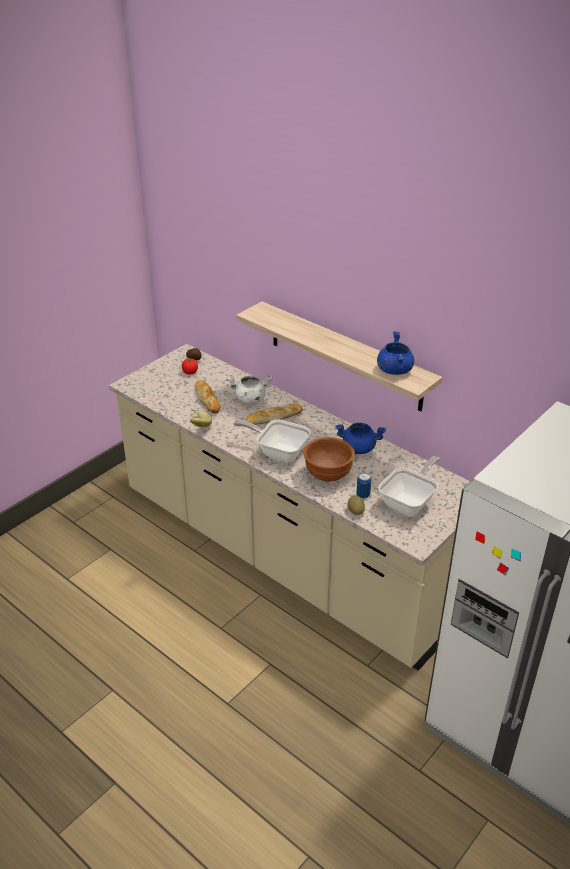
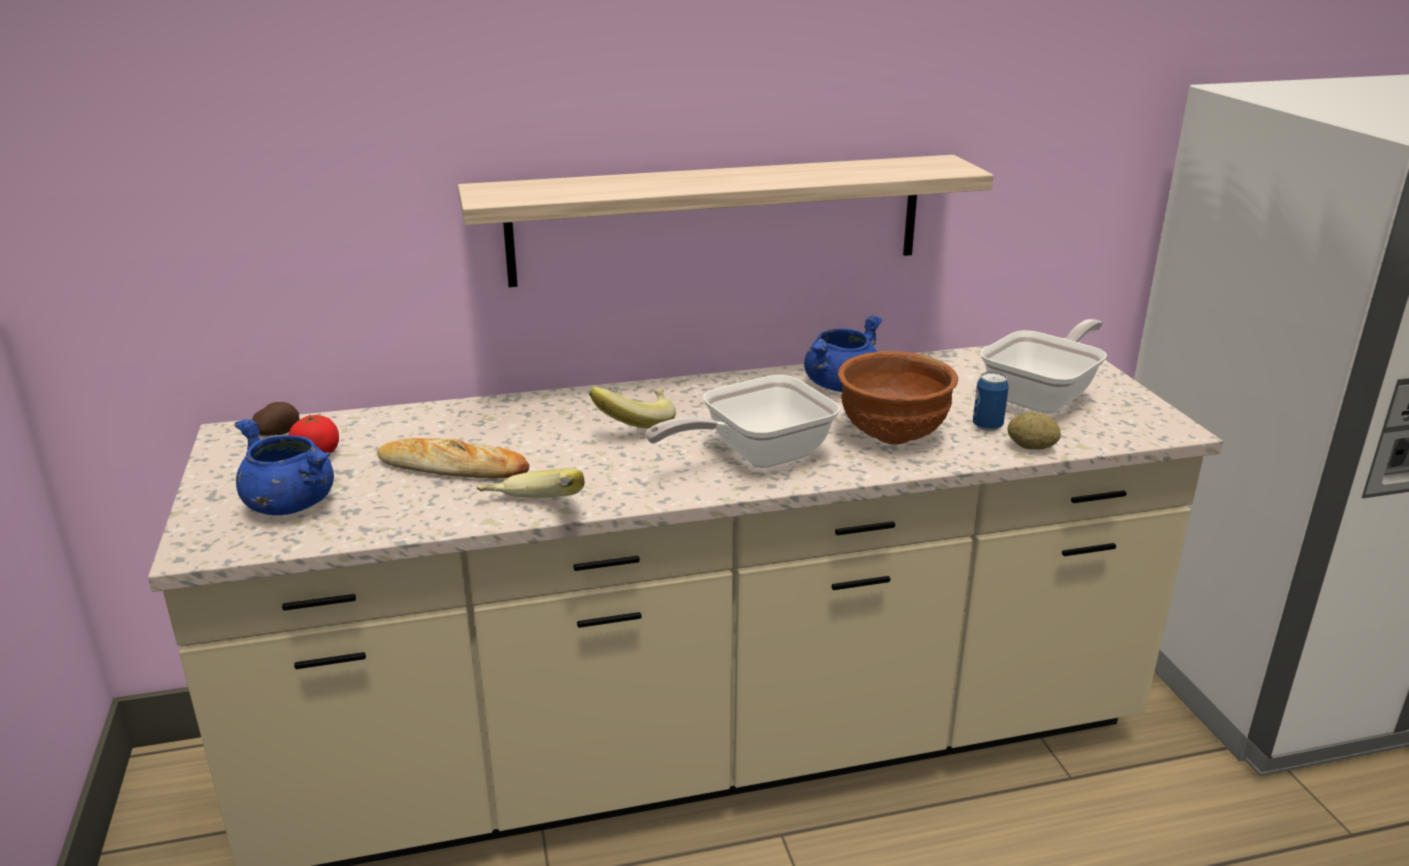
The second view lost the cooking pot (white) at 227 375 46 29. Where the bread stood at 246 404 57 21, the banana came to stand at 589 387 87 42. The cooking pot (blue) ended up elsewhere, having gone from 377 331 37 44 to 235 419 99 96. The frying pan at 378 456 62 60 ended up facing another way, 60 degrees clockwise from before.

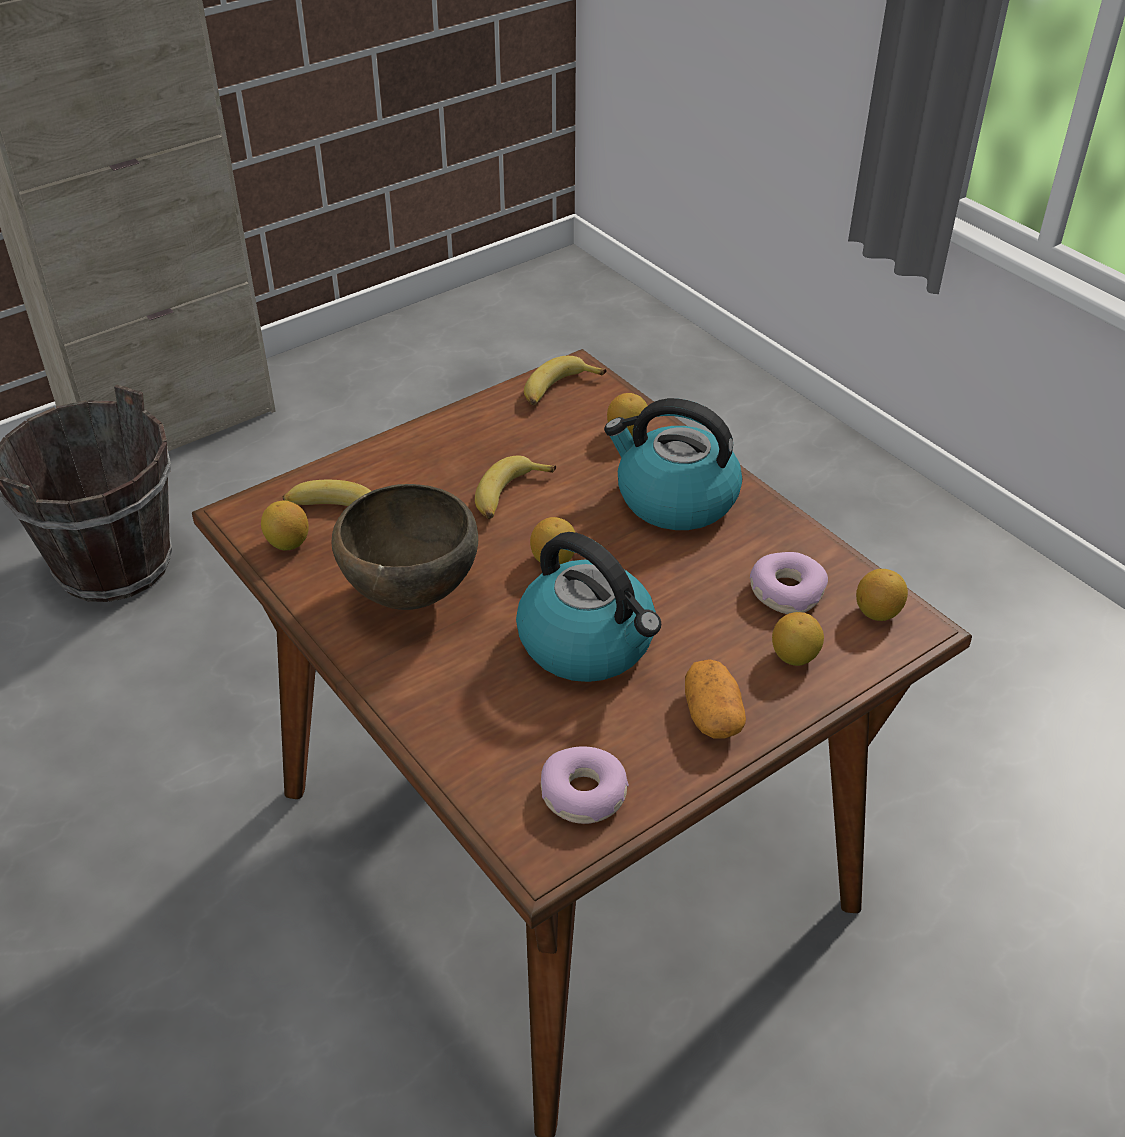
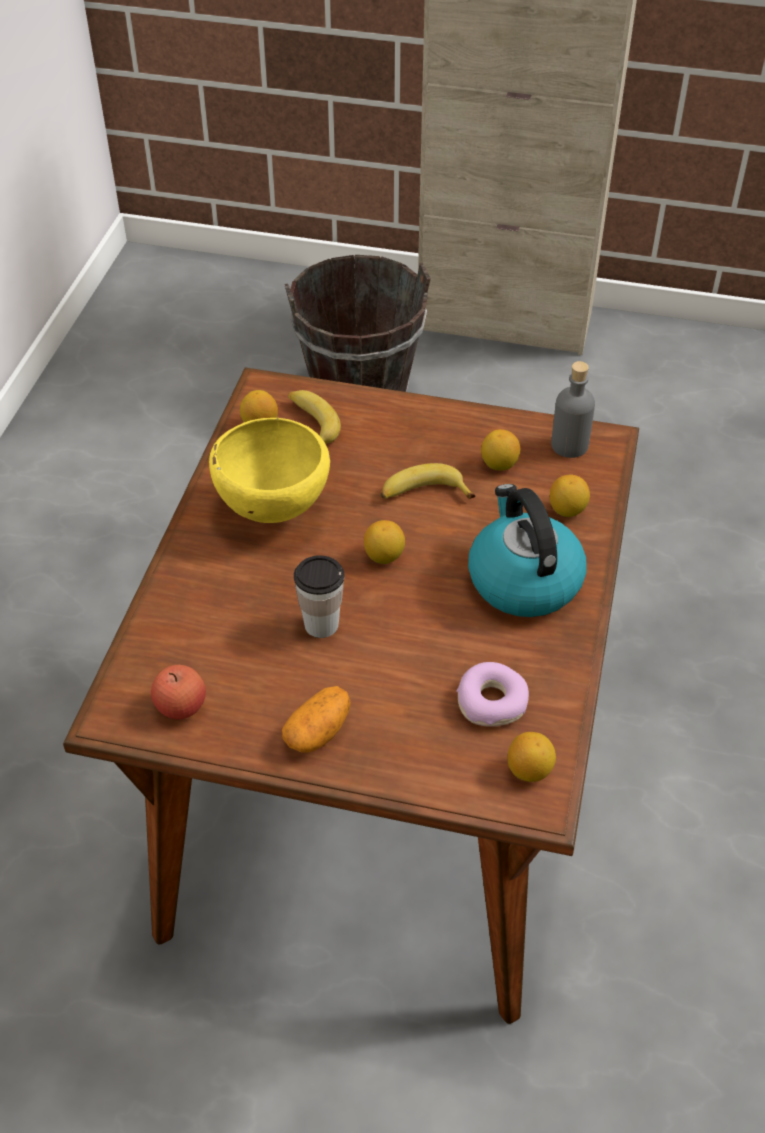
What was the bowl (brown) at 332 484 146 126 turned into the bowl (yellow) at 209 418 121 105. Where the kettle stood at 516 532 145 150, the cup came to stand at 294 555 50 83. Where the banana stood at 524 356 82 49, the bottle (grey) came to stand at 551 361 44 97. Where the donut stood at 541 746 88 78, the apple came to stand at 151 665 55 54. The lemon ended up elsewhere, having gone from 772 612 52 54 to 481 429 40 42.

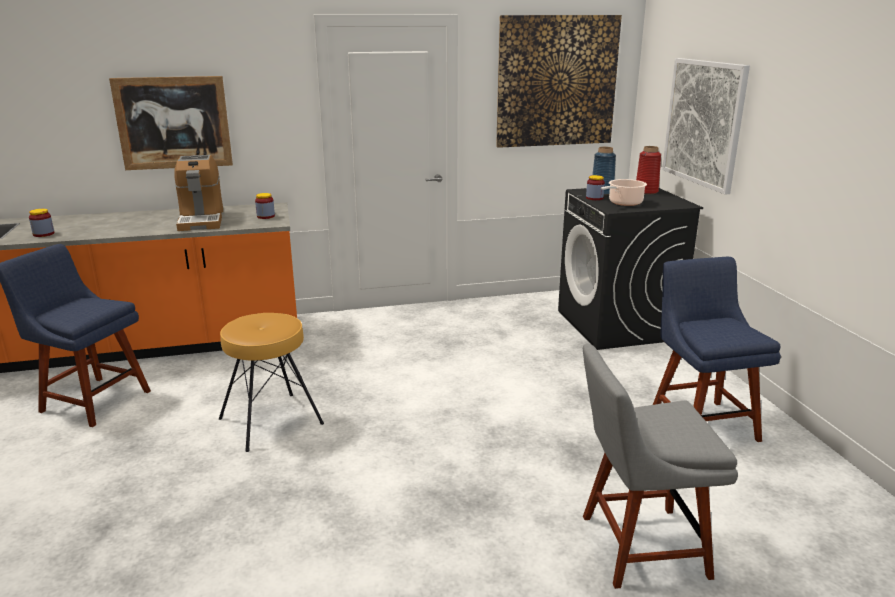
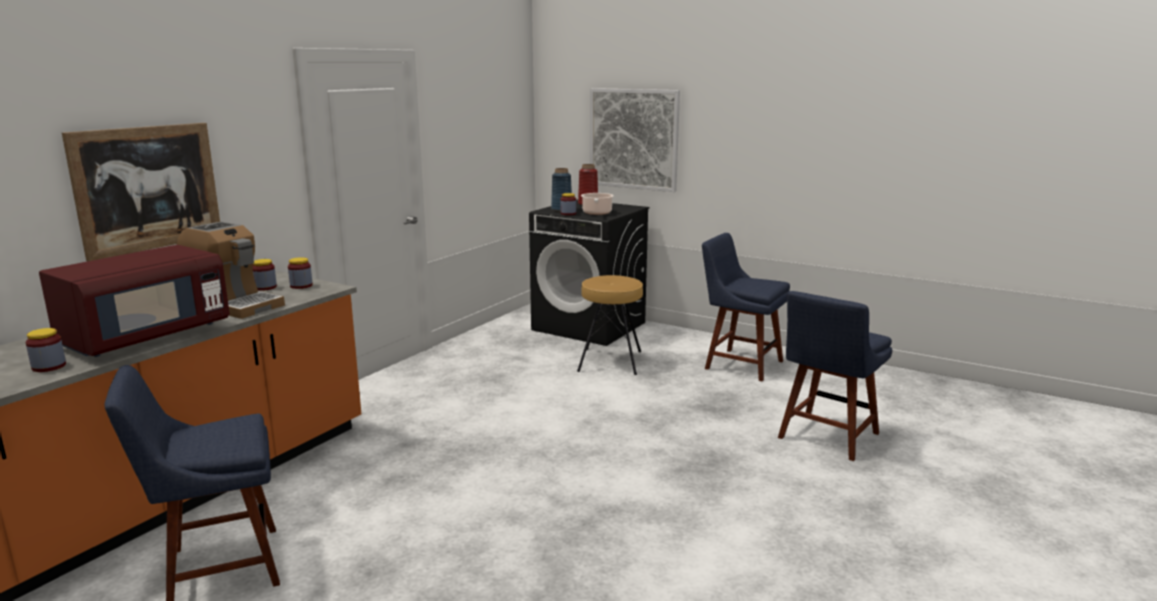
The stool (brown) ended up elsewhere, having gone from 219 313 105 139 to 577 275 66 100. The second view lost the picture at 496 15 126 133. What was the chair (grey) at 583 344 155 245 turned into the chair (blue) at 778 291 114 170. The second view gained the microwave (red) at 39 245 191 112. The second view gained the jar at 253 259 24 32.

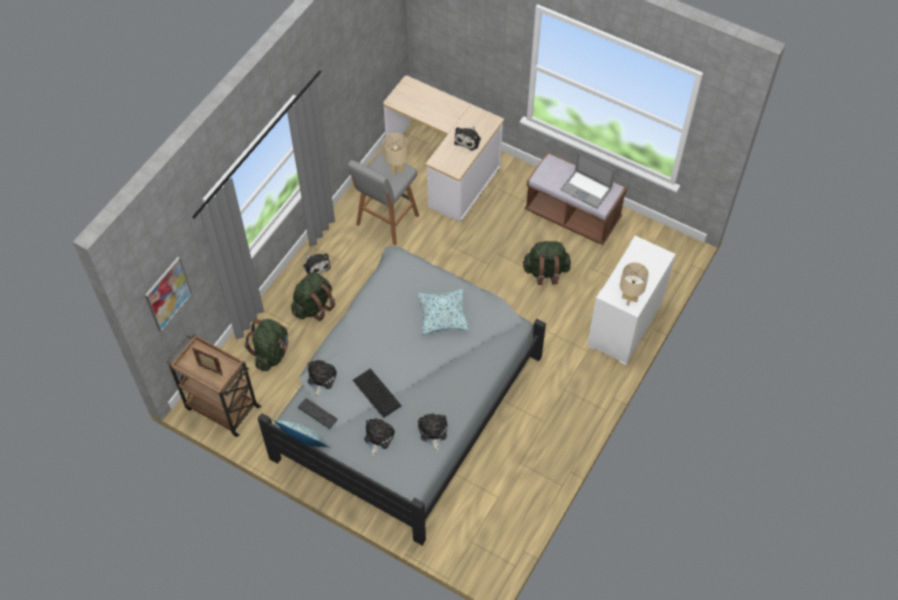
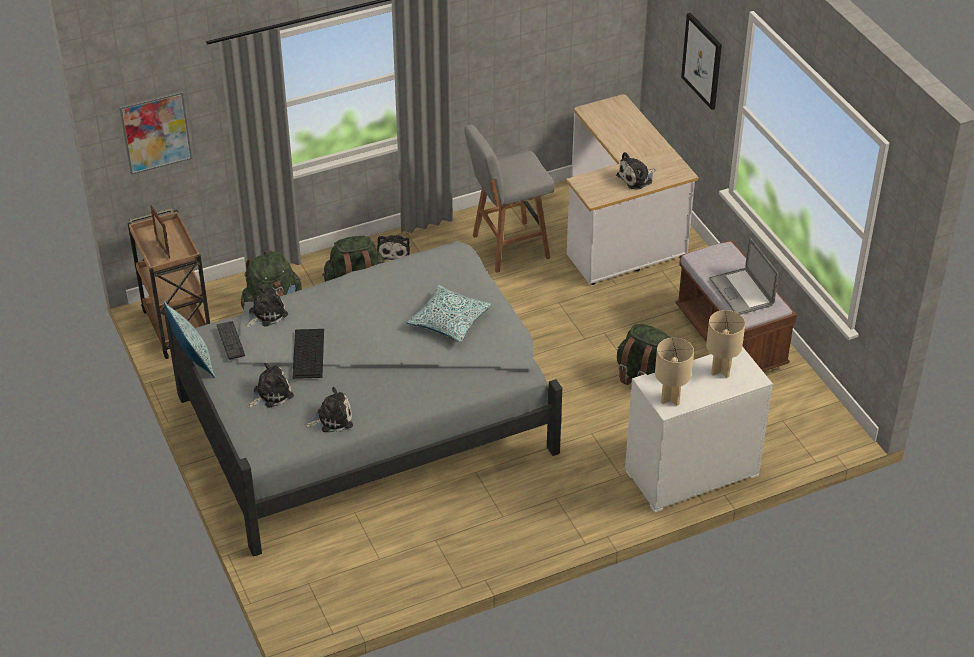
The table lamp (beige) ended up elsewhere, having gone from 383 133 25 43 to 706 310 39 68. The plush toy at 418 413 29 38 ended up facing another way, 45 degrees clockwise from before. The second view gained the picture at 681 13 41 97.

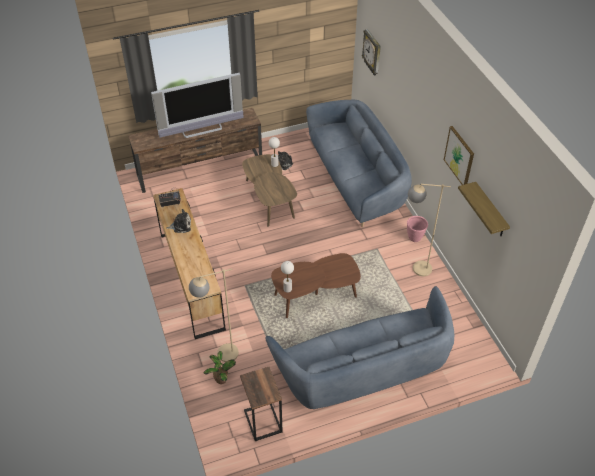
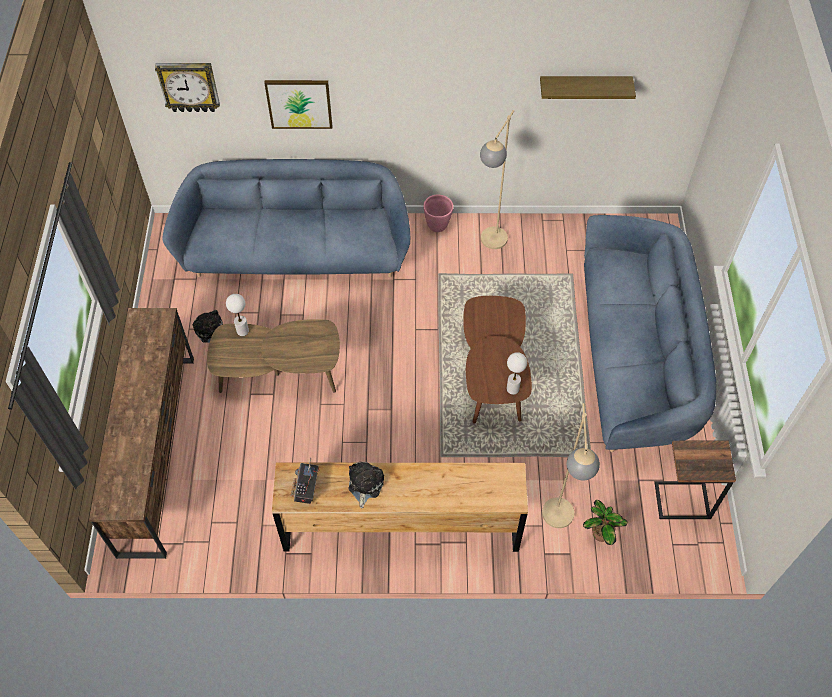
The second view lost the television at 151 73 93 65. The picture ended up elsewhere, having gone from 444 126 30 59 to 265 80 67 49.

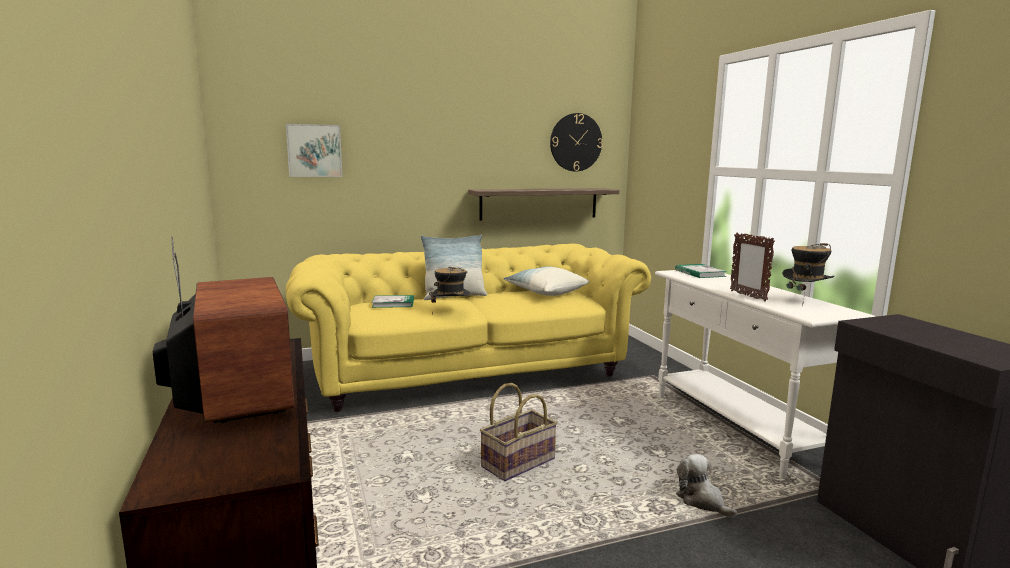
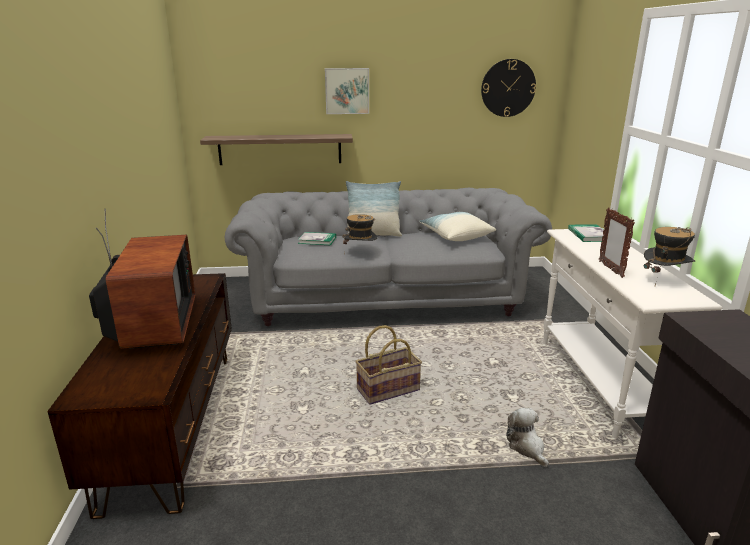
The picture ended up elsewhere, having gone from 286 124 56 53 to 325 68 44 46. What was the sofa (yellow) at 286 244 365 168 turned into the sofa (grey) at 225 188 327 138. The shelf ended up elsewhere, having gone from 468 188 151 33 to 200 134 153 31.

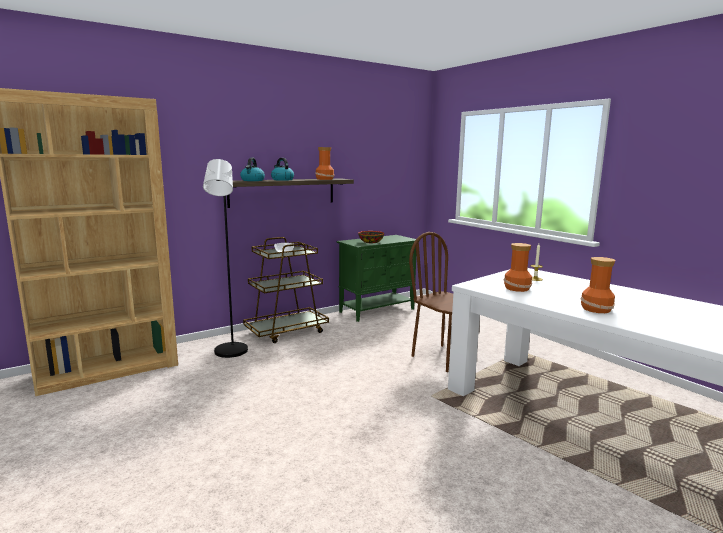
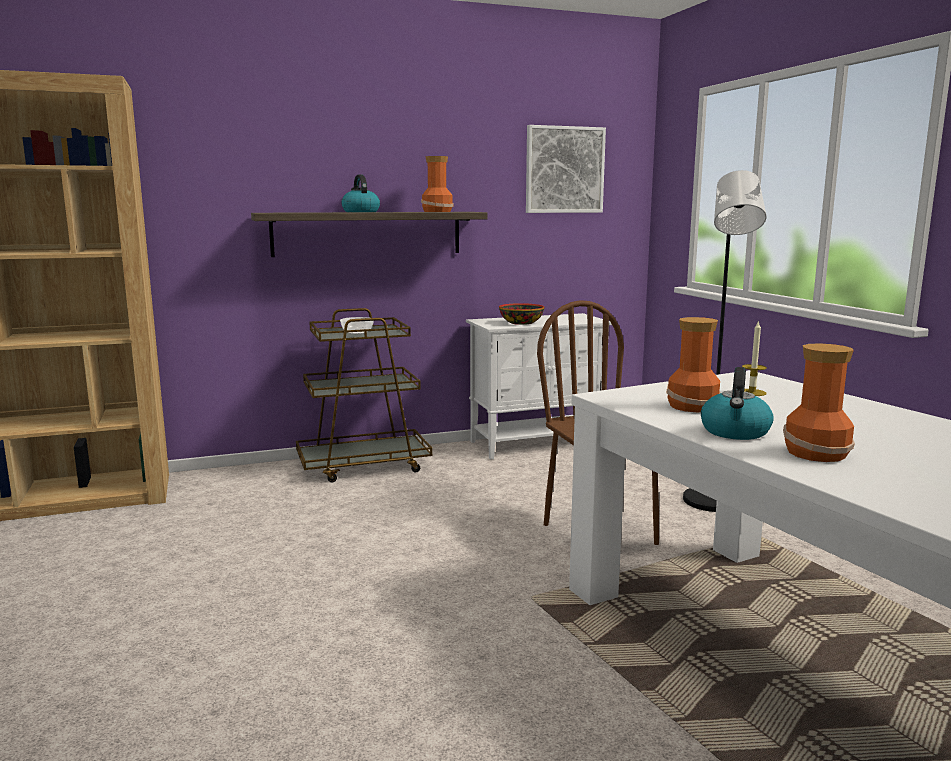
The floor lamp (black) ended up elsewhere, having gone from 203 159 45 199 to 683 170 84 342. The kettle ended up elsewhere, having gone from 240 157 25 24 to 701 367 73 73. What was the cabinet (green) at 336 235 84 87 turned into the cabinet (white) at 466 313 146 147. The second view gained the picture at 526 125 80 88.

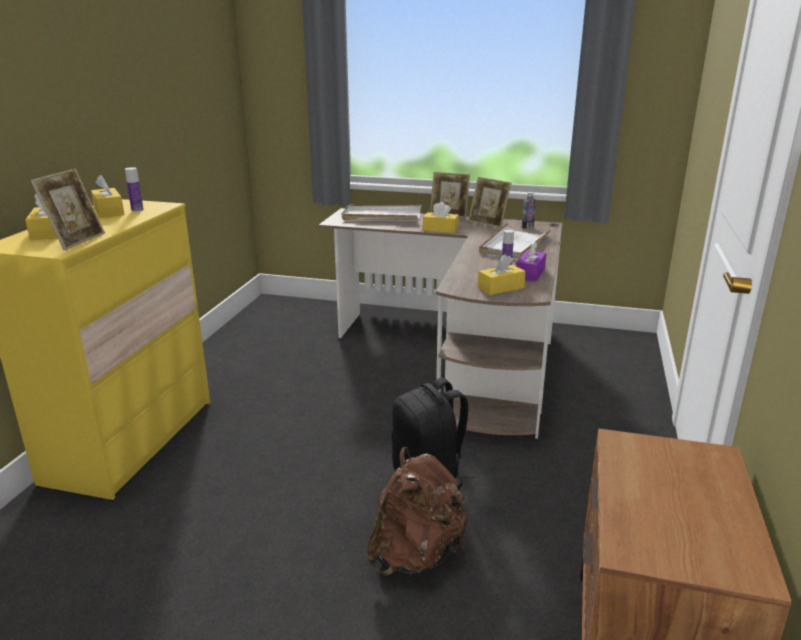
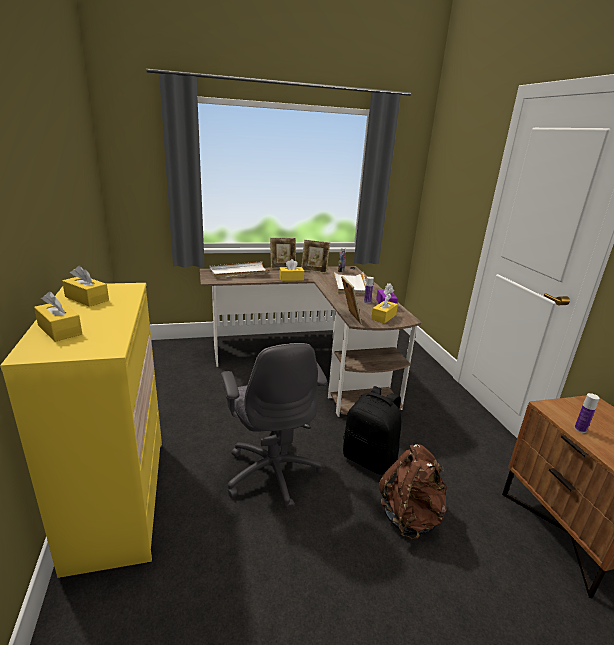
The picture frame ended up elsewhere, having gone from 31 168 74 83 to 341 276 21 48. The bottle ended up elsewhere, having gone from 125 167 19 45 to 574 393 26 40. The second view gained the office chair (grey) at 221 343 106 167.

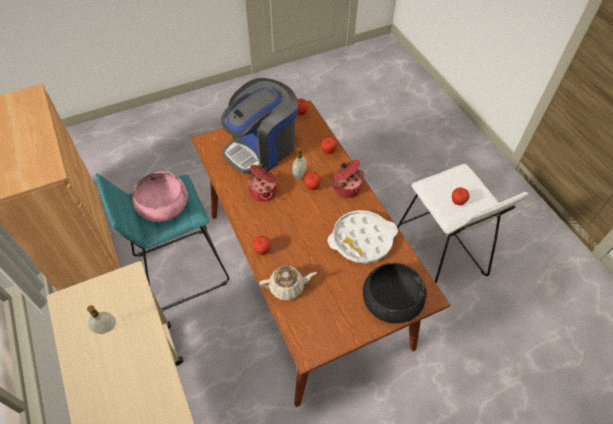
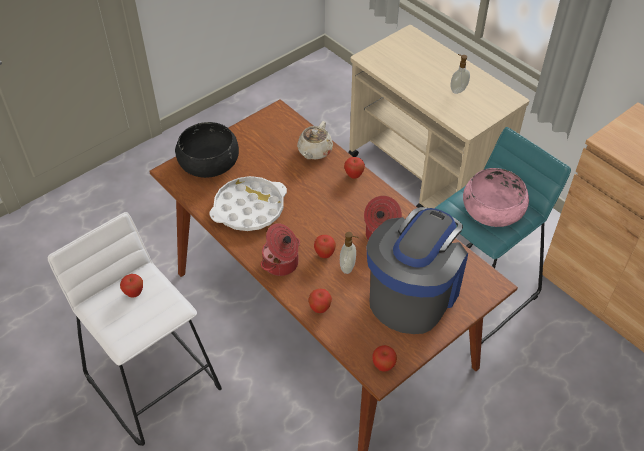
The teapot (beige) at 259 266 57 34 ended up facing another way, 45 degrees counterclockwise from before.

